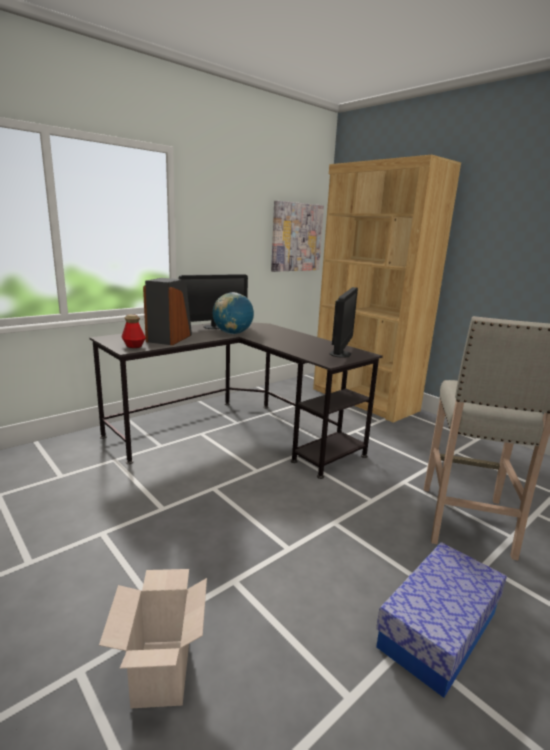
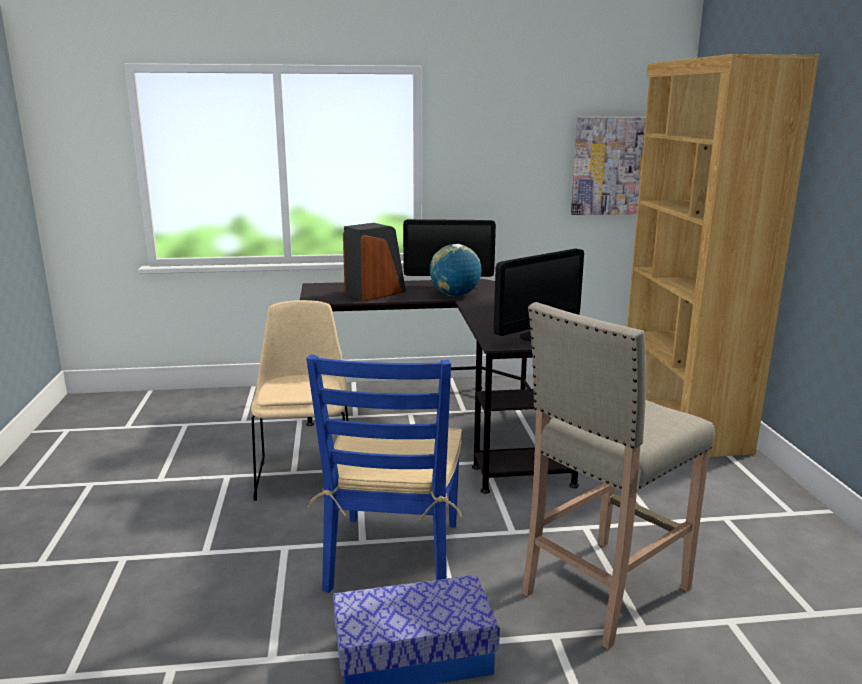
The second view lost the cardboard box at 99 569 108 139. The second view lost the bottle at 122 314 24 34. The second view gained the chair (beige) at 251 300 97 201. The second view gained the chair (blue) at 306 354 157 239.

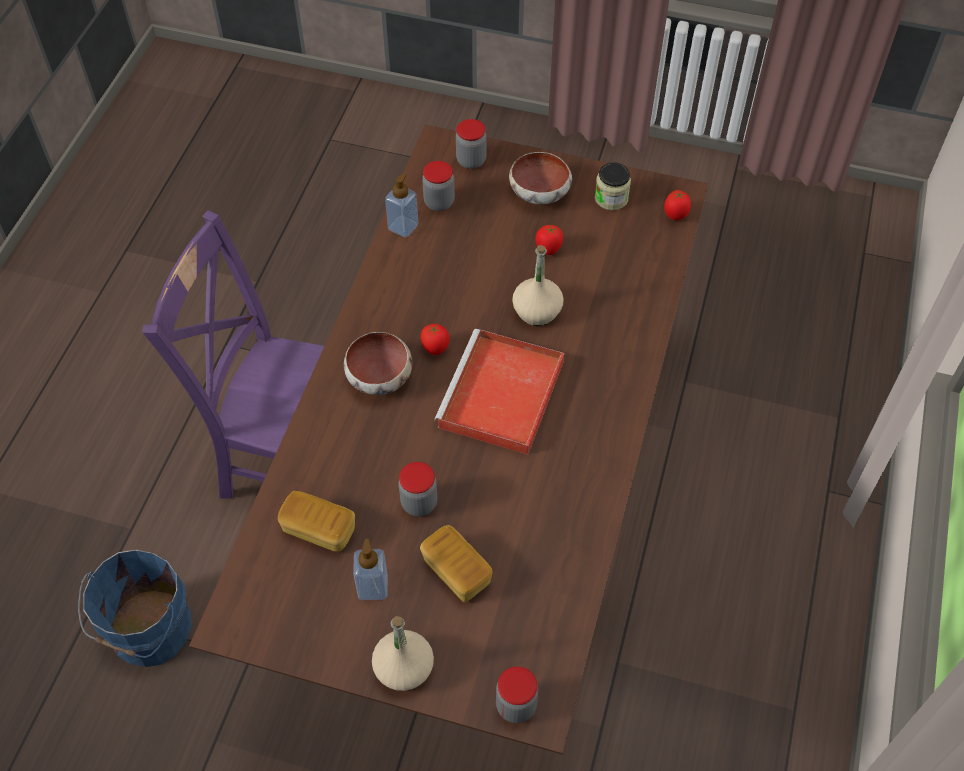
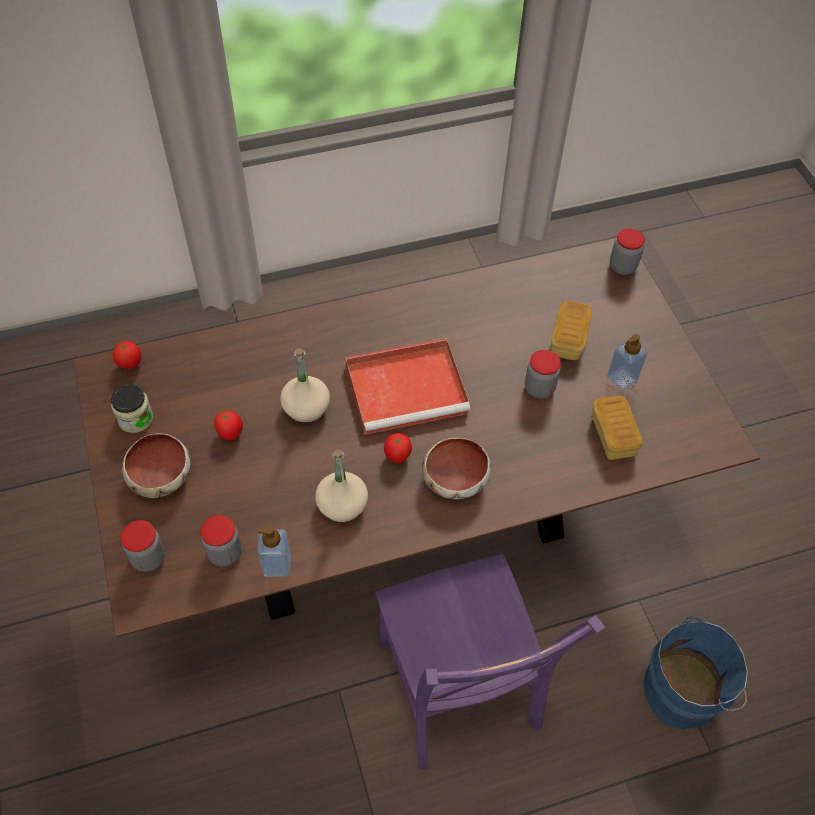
The bottle (beige) ended up elsewhere, having gone from 372 616 62 75 to 315 449 53 73.

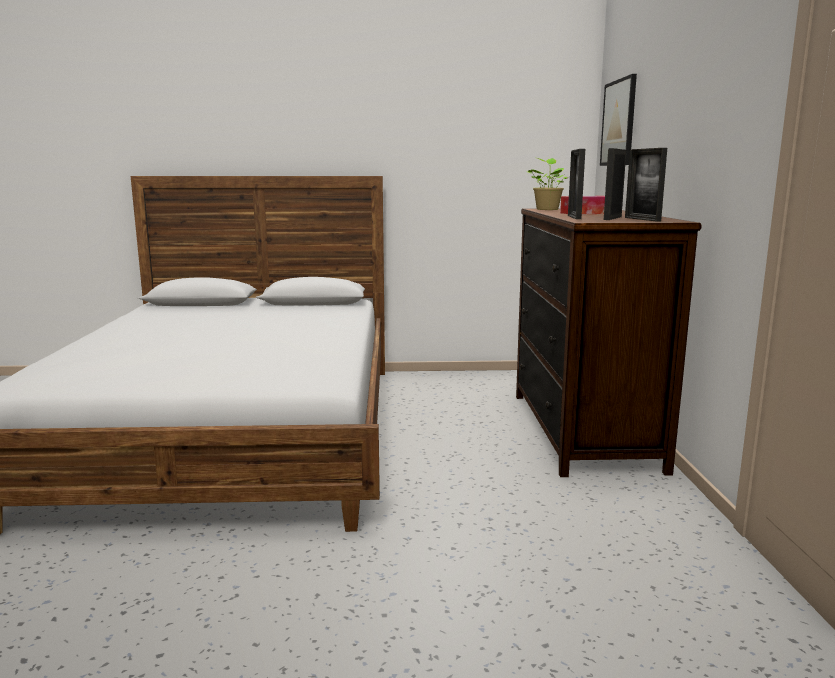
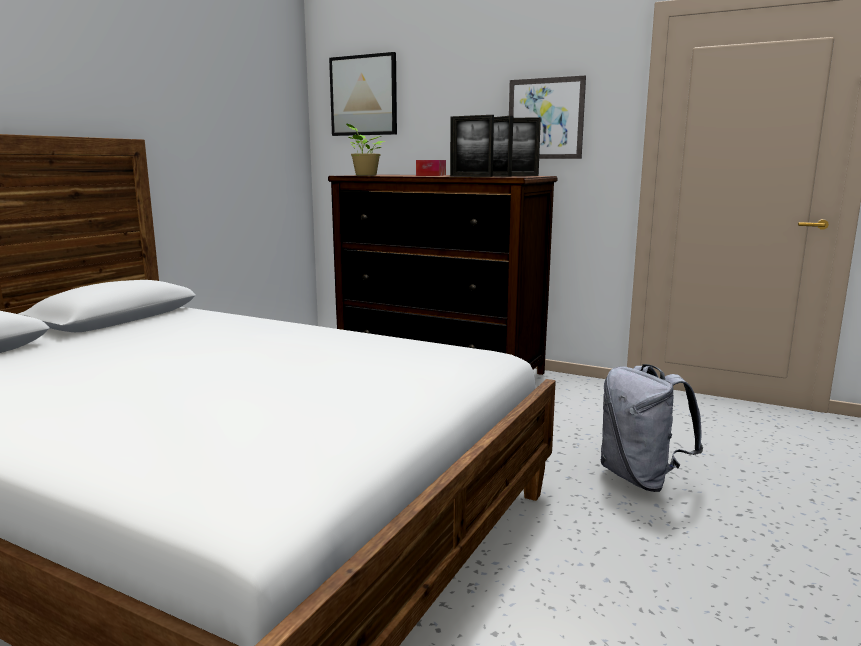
The second view gained the picture at 509 75 77 84. The second view gained the backpack (grey) at 601 364 102 128.

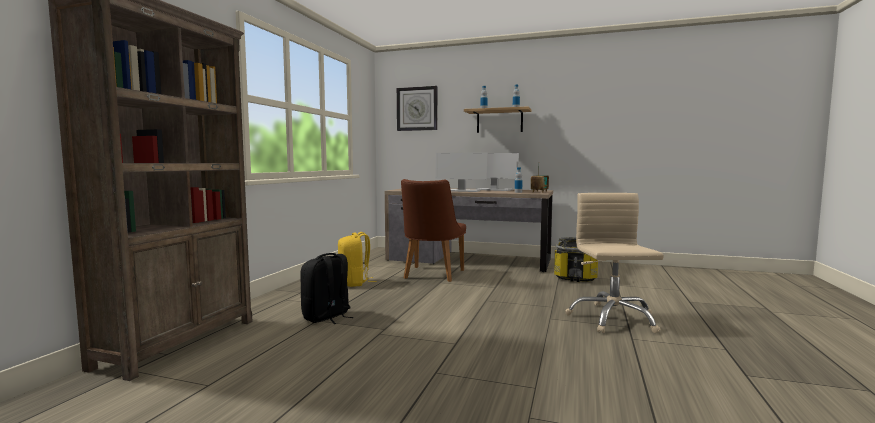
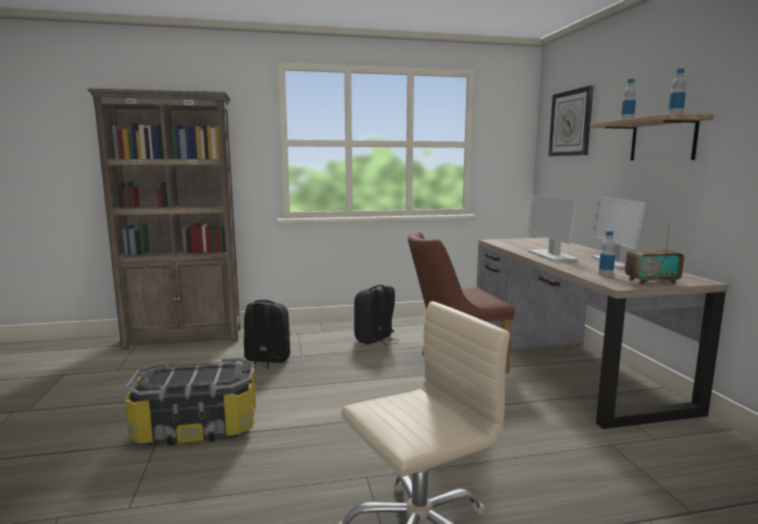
What was the backpack (yellow) at 338 232 39 55 turned into the backpack (black) at 354 285 45 61. The storage box ended up elsewhere, having gone from 554 237 44 45 to 125 358 131 88.

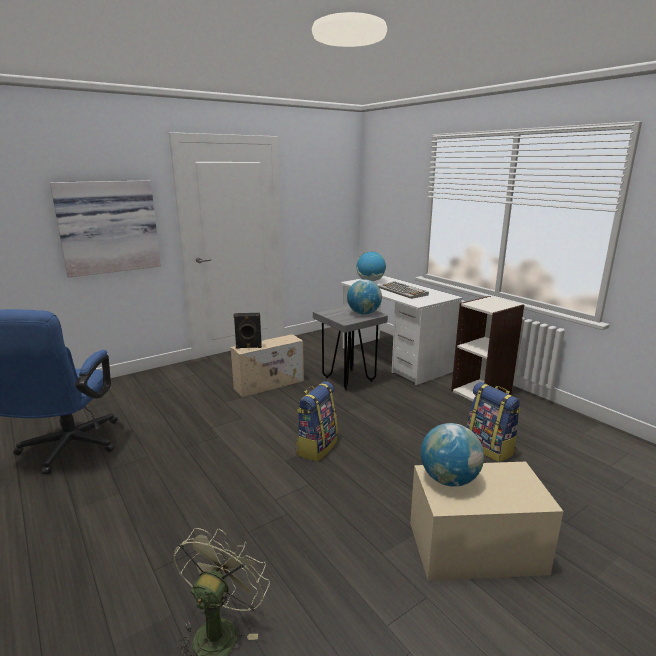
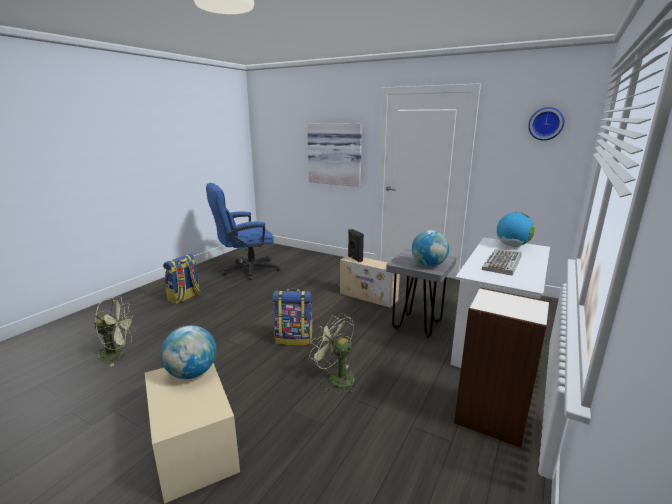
The backpack ended up elsewhere, having gone from 466 382 55 80 to 163 254 38 50. The second view gained the fan (green) at 309 313 46 81. The second view gained the wall clock at 528 107 36 34.

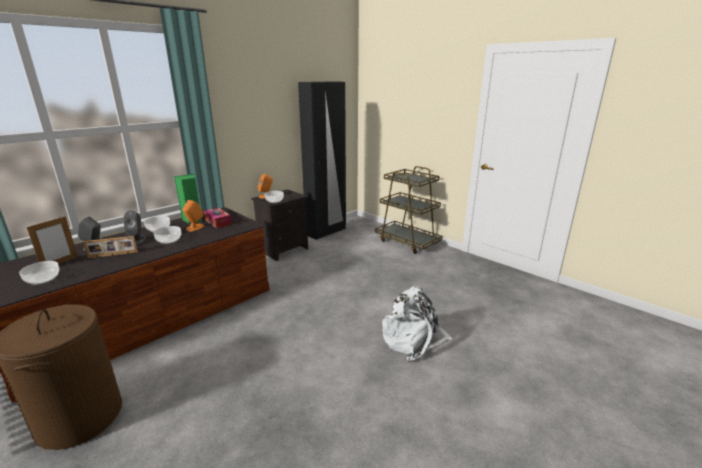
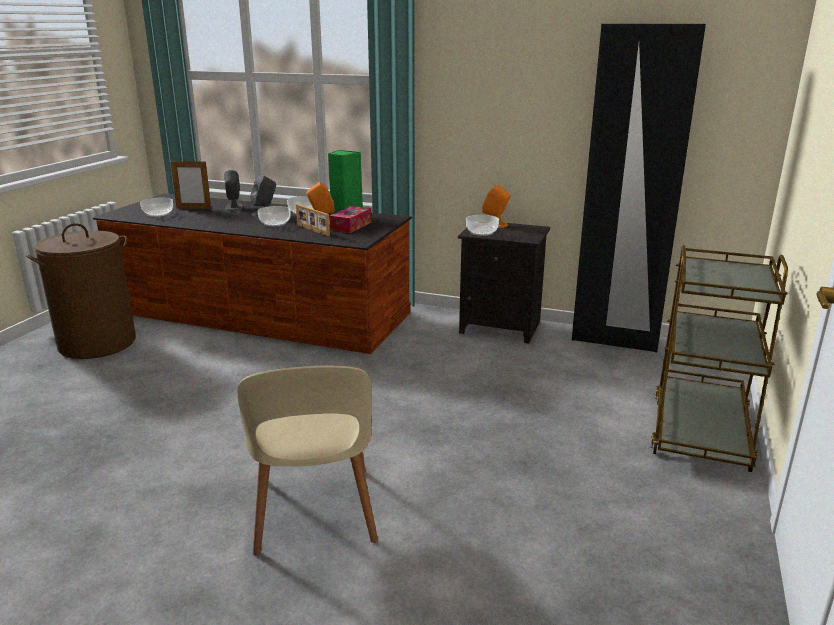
The picture frame ended up elsewhere, having gone from 83 236 55 22 to 296 204 34 32. Where the backpack (white) stood at 382 286 72 75, the chair (beige) came to stand at 237 366 141 190.

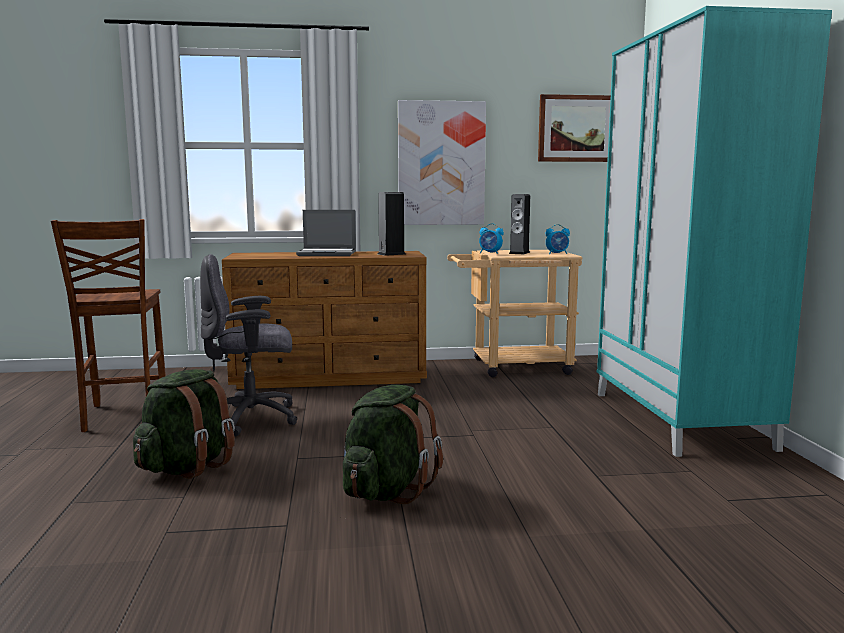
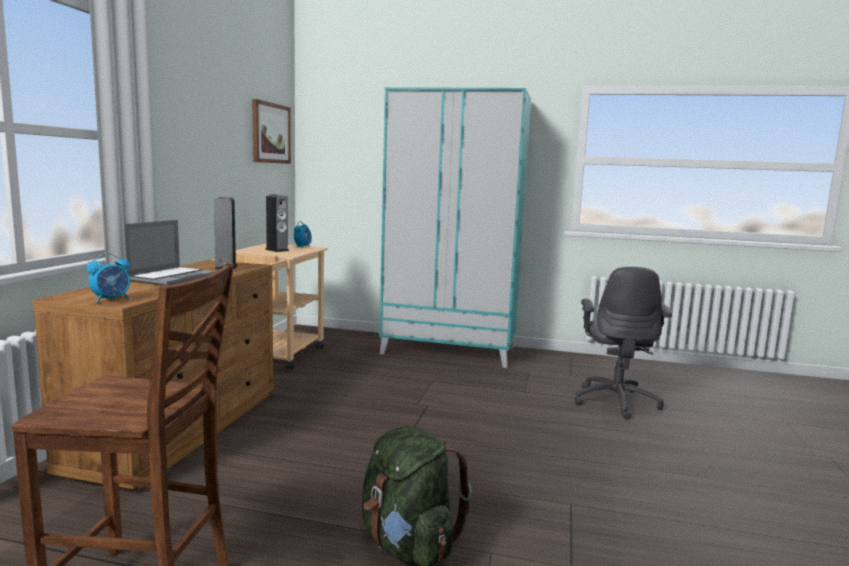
The office chair (grey) ended up elsewhere, having gone from 200 254 97 182 to 575 267 97 152. The second view lost the backpack (green) at 343 385 100 119. The second view lost the picture at 398 100 88 125. The alarm clock ended up elsewhere, having gone from 479 223 25 31 to 87 253 43 50.

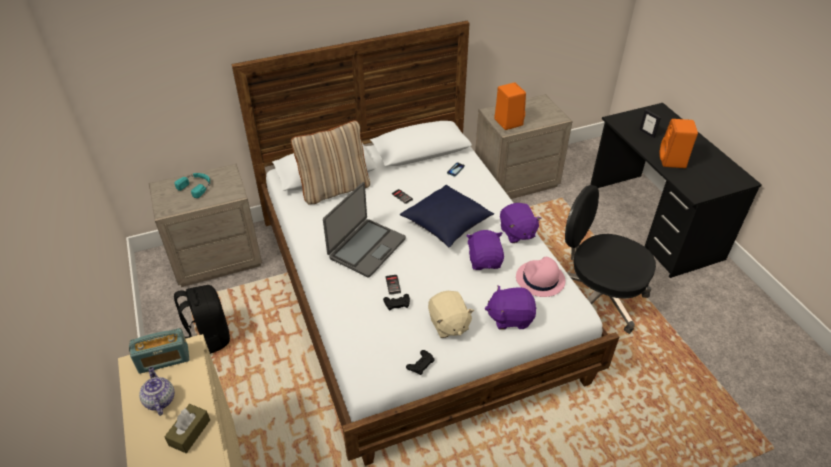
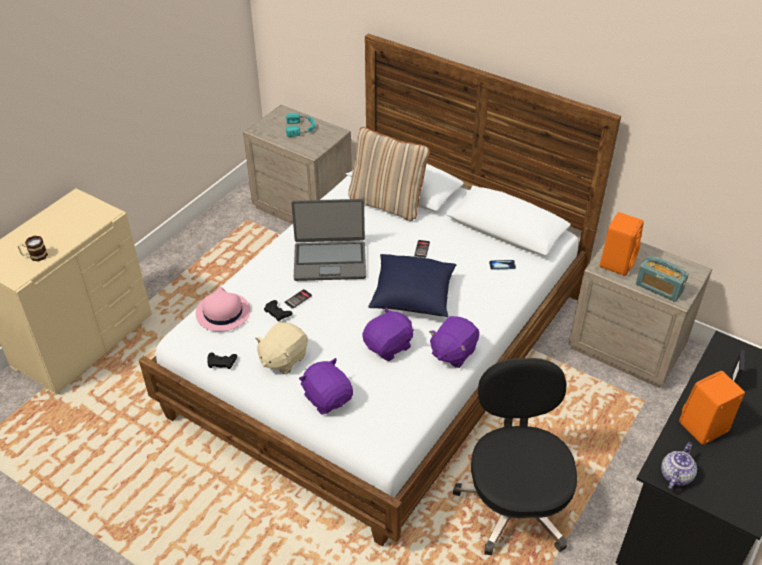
The radio ended up elsewhere, having gone from 129 328 60 46 to 636 256 53 46. The teapot ended up elsewhere, having gone from 139 367 35 49 to 661 442 36 47. Where the tissue box (brown) stood at 164 404 46 49, the mug came to stand at 18 236 30 25. The second view lost the backpack (black) at 174 285 56 69. The hat (pink) ended up elsewhere, having gone from 516 257 49 40 to 196 287 55 45.

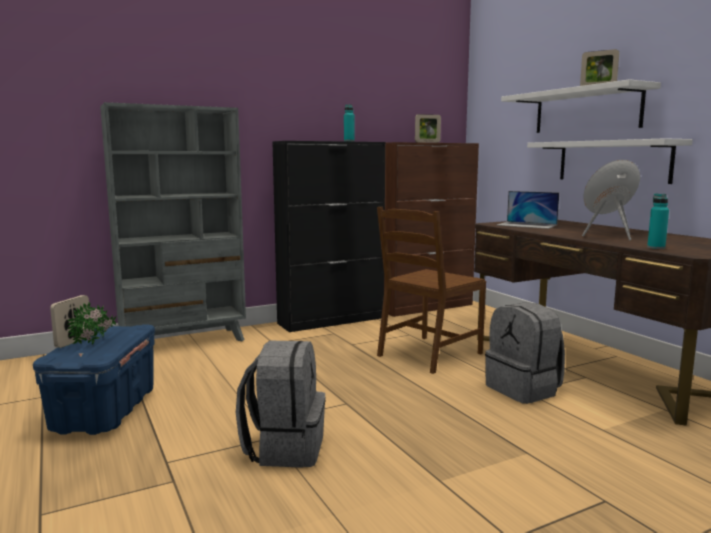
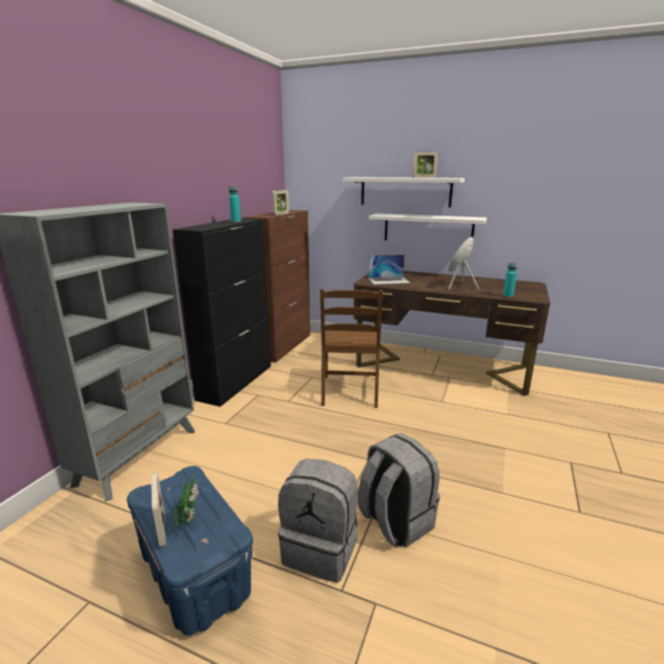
The backpack (grey) ended up elsewhere, having gone from 485 303 80 101 to 278 459 80 124.

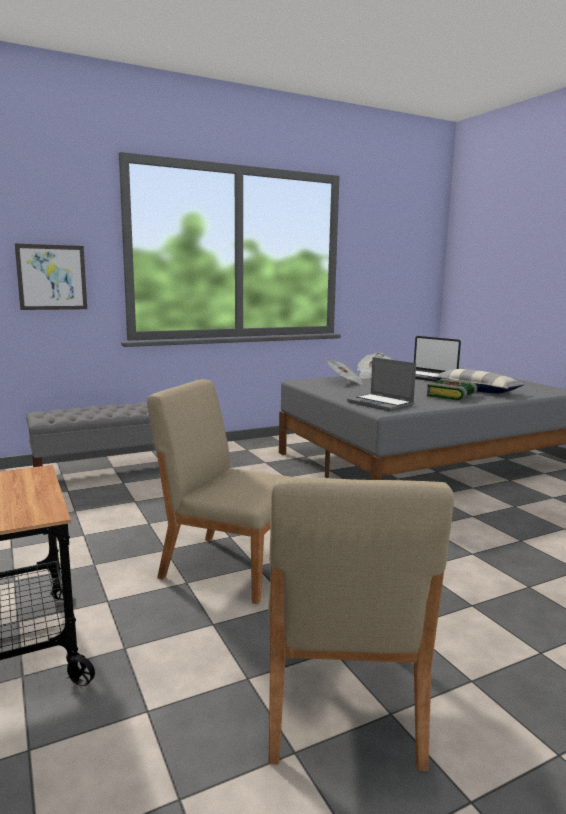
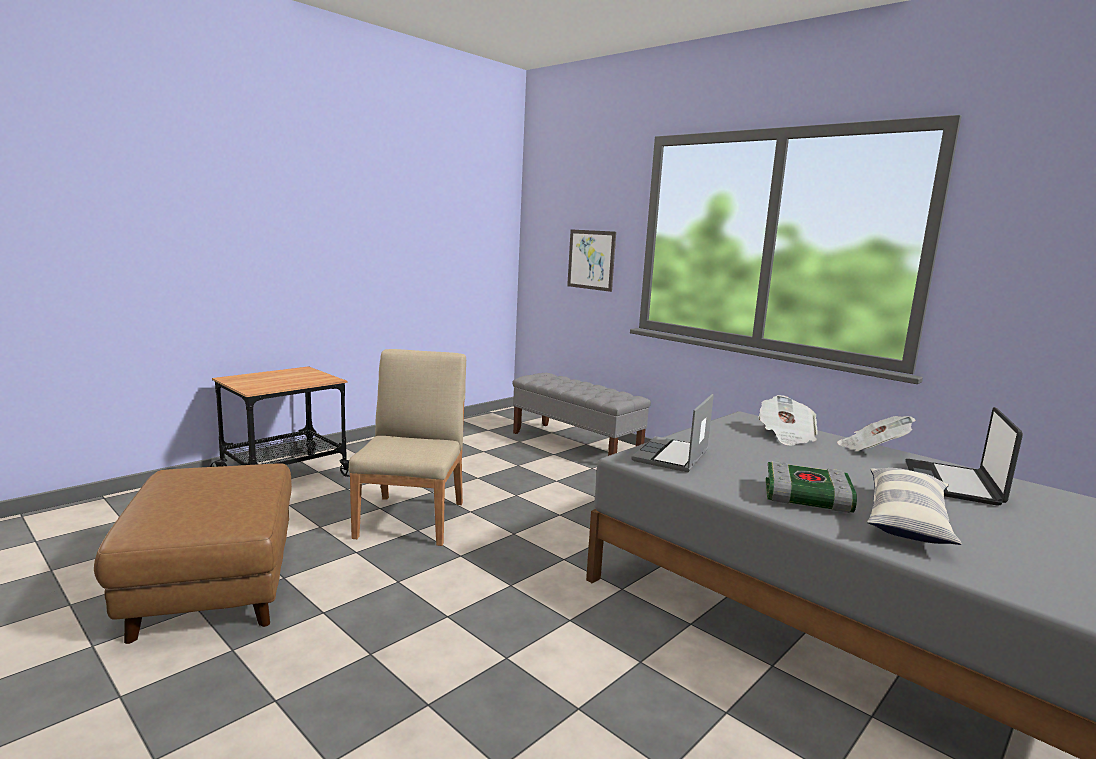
Where the chair (beige) stood at 268 477 186 294, the ottoman (brown) came to stand at 94 463 198 181.

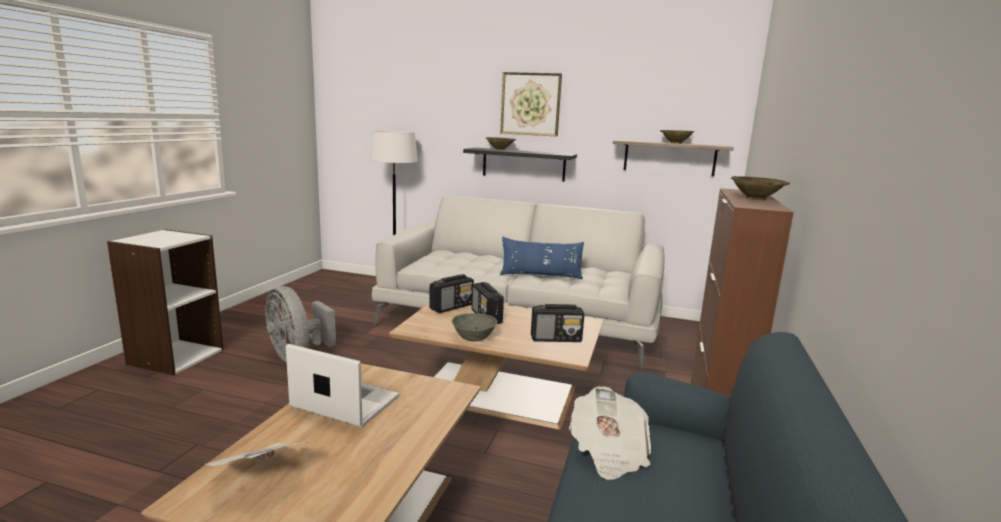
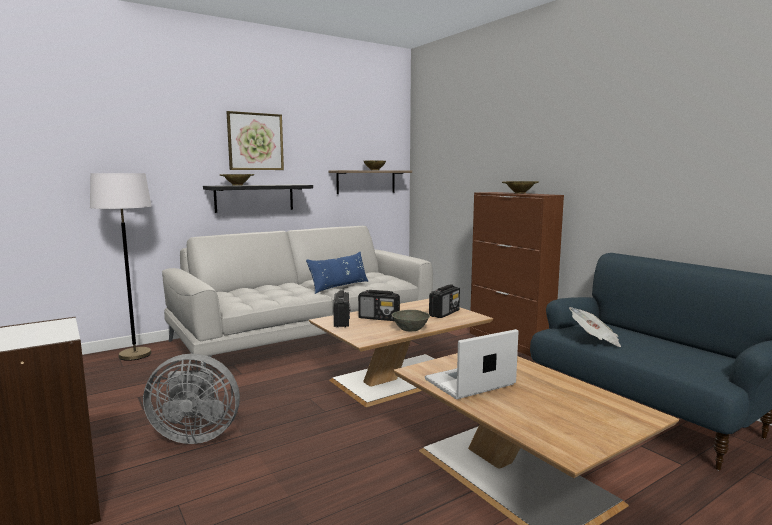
The second view lost the newspaper at 205 442 104 24.

